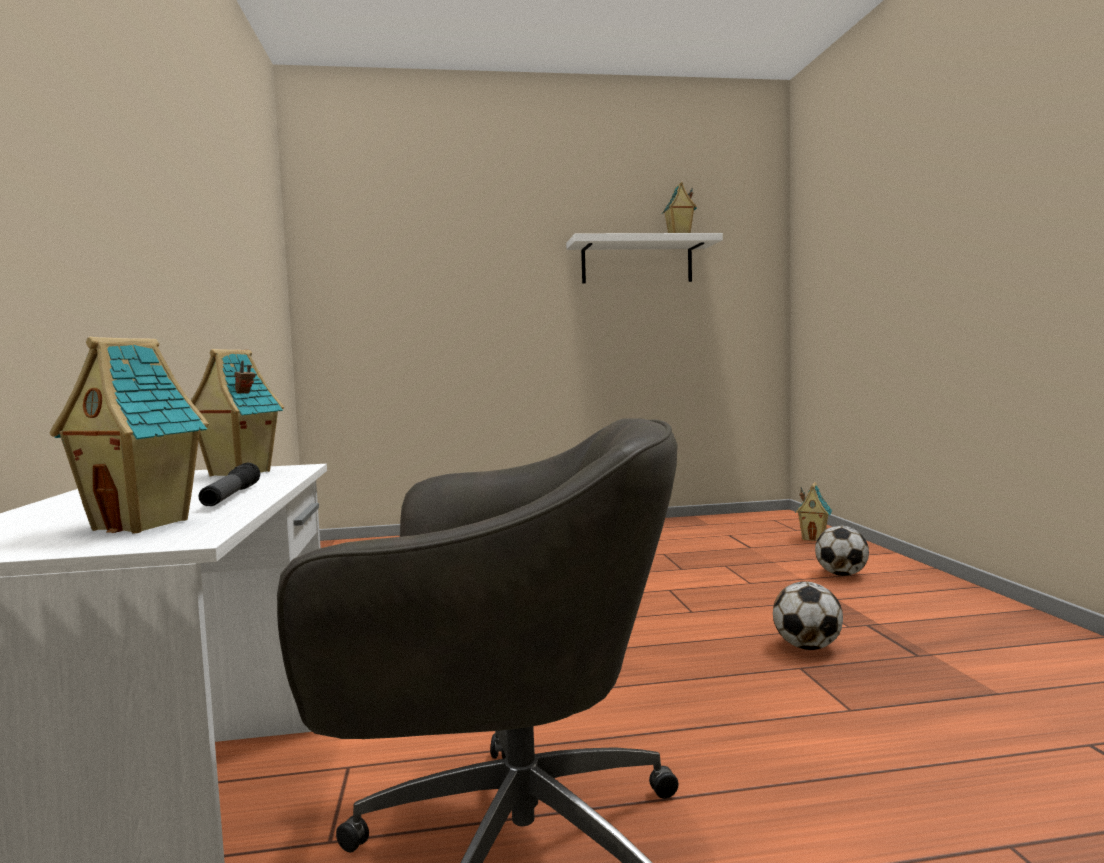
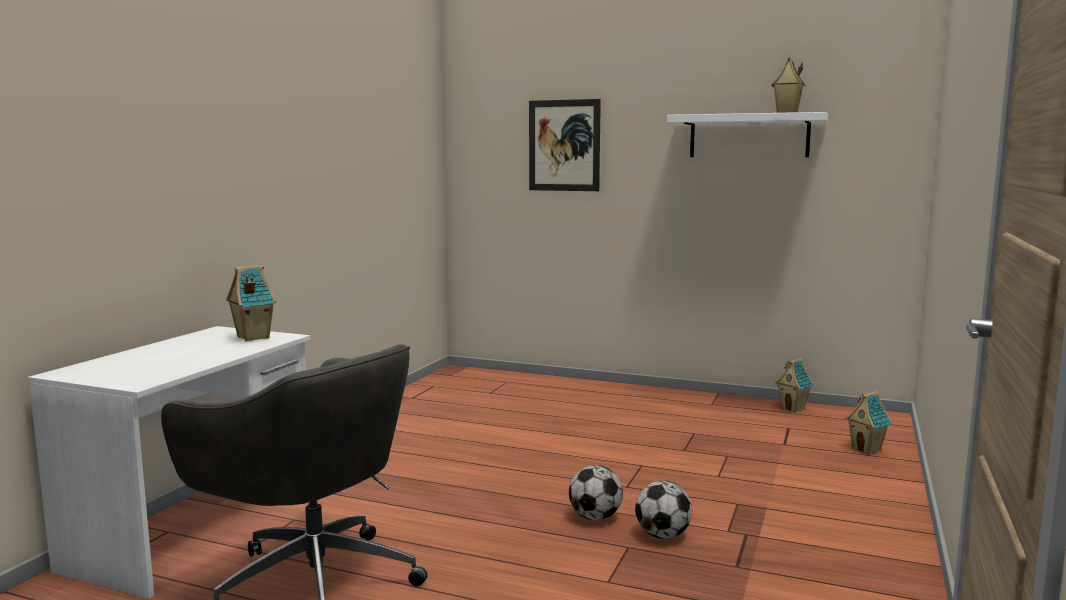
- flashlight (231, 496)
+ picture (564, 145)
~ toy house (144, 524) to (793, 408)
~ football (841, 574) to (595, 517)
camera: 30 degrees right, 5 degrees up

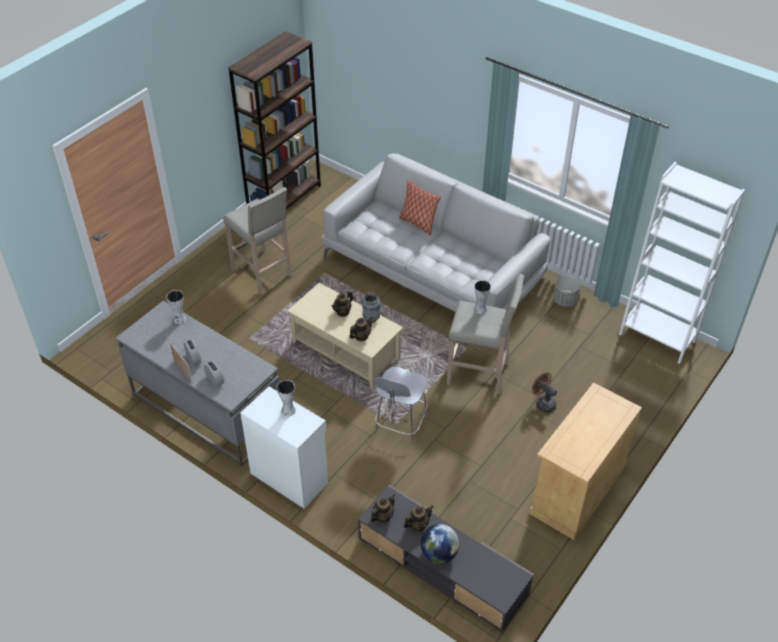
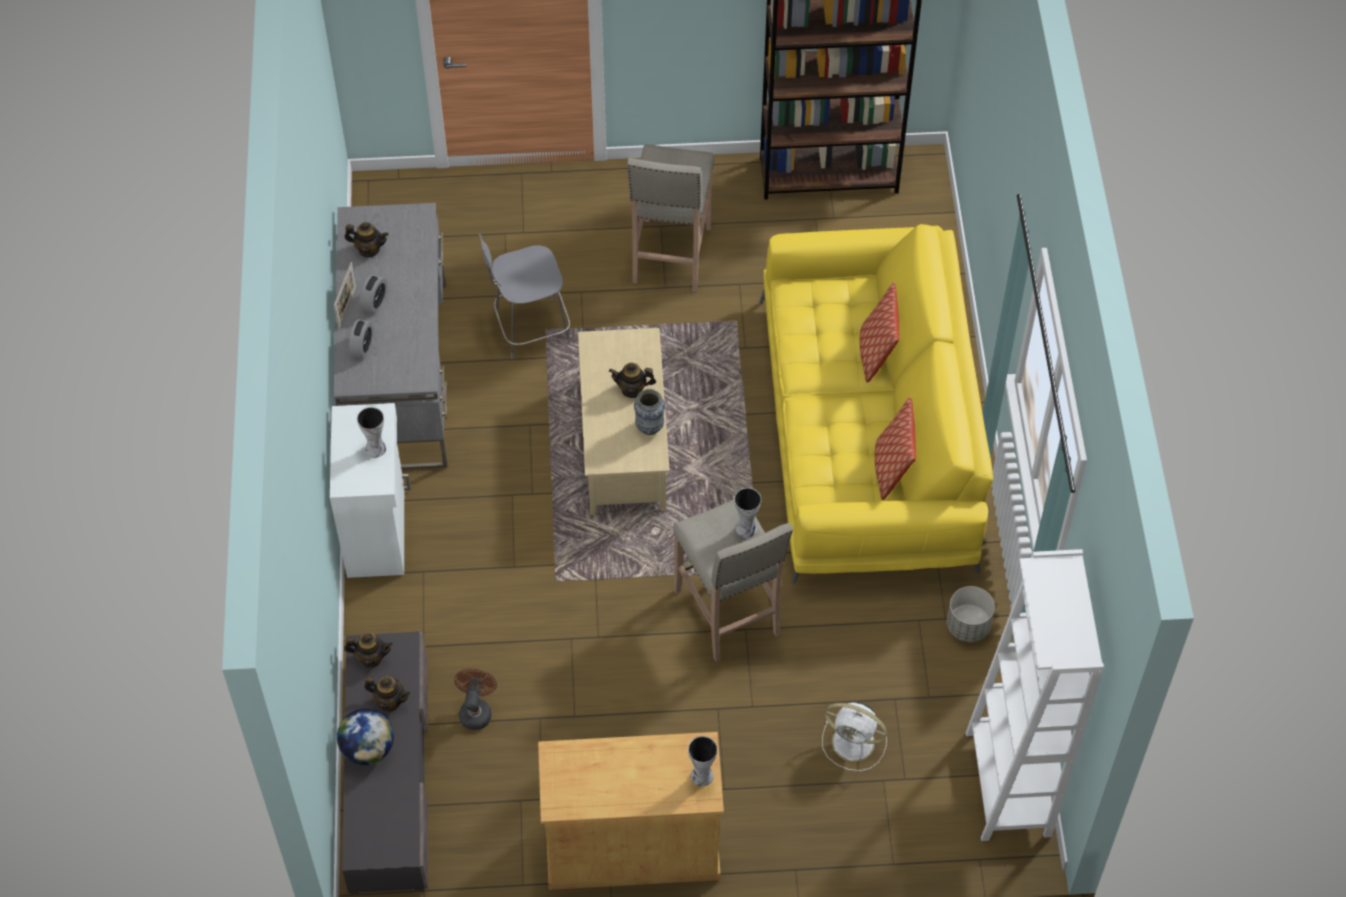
+ white fan (855, 743)
+ pillow (892, 468)
~ vase (179, 320) to (701, 776)
~ teapot (361, 336) to (369, 249)
~ grey stool (400, 425) to (529, 329)
~ brown fan (543, 403) to (476, 710)
~ grey sofa (433, 270) to yellow sofa (866, 435)
camera: 50 degrees right, 10 degrees up

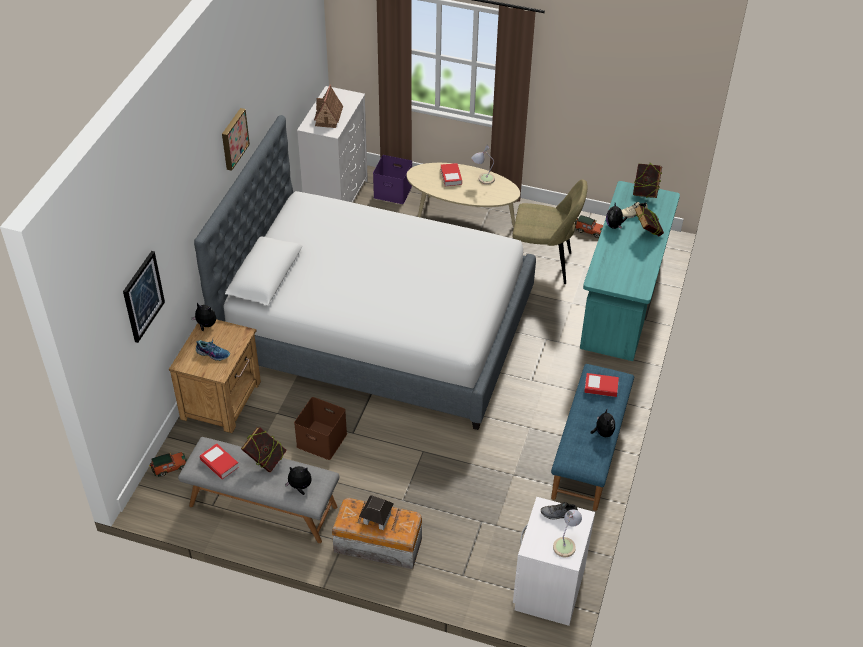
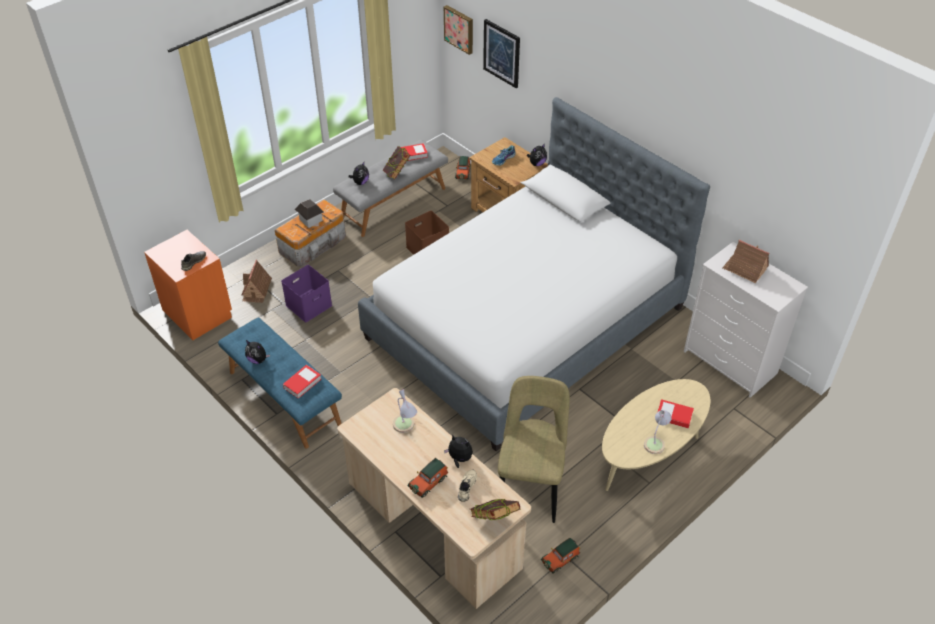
+ toy house (256, 290)
~ picture (233, 138) to (459, 29)
~ purple storage box (392, 192) to (309, 304)
~ table lamp (566, 543) to (406, 427)
~ book (646, 233) to toy car (429, 482)
~ white nightstand (548, 588) to orange nightstand (198, 313)
~ turquoise desk (623, 301) to beige desk (433, 526)
~ beige chair (543, 265) = (531, 485) 150 degrees clockwise
camera: 120 degrees right, 0 degrees up

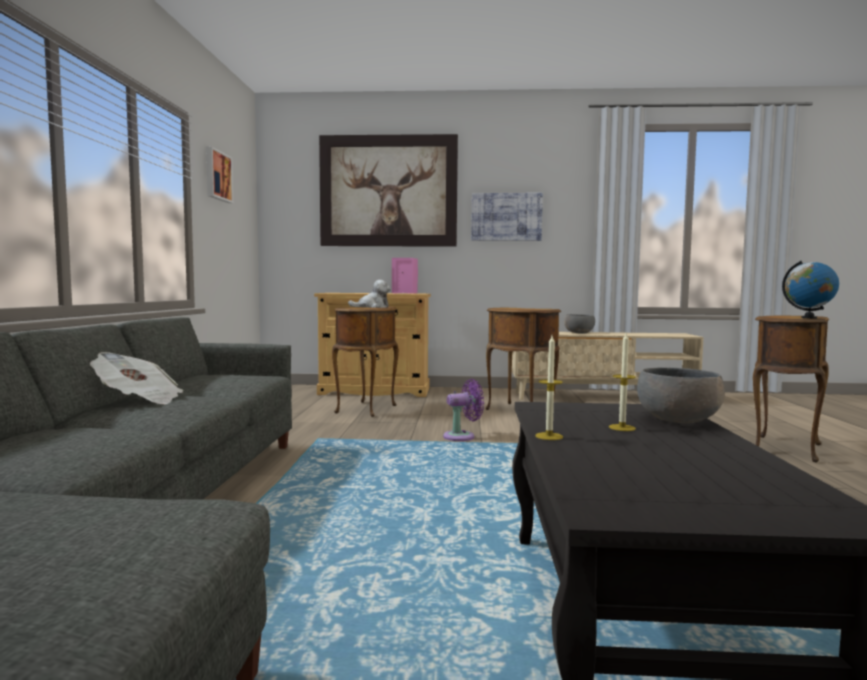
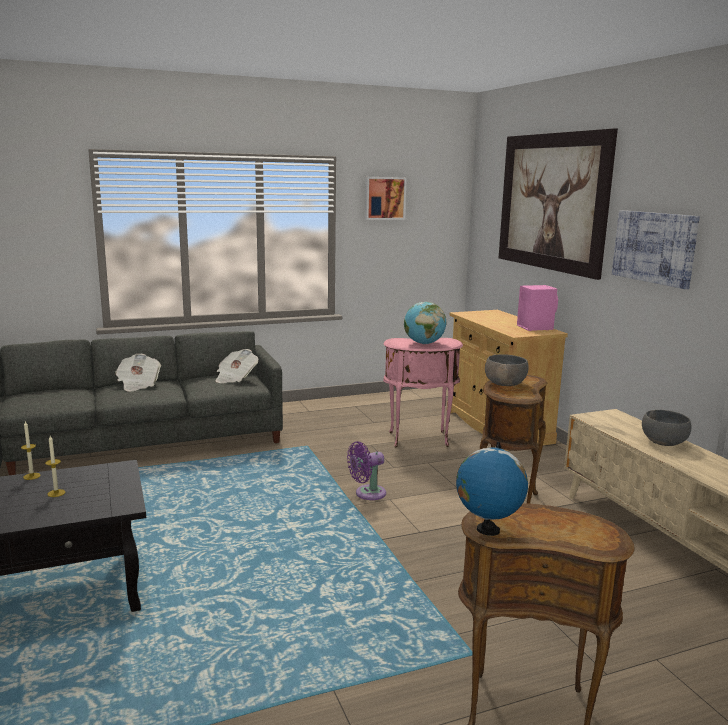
+ newspaper (235, 378)
~ grey bowl (678, 420) to (504, 384)
~ plush toy (372, 307) to globe (424, 343)
~ brown side table (368, 409) to pink side table (419, 440)
~ purple fan (462, 436) = (367, 493) 105 degrees clockwise
camera: 65 degrees right, 10 degrees up

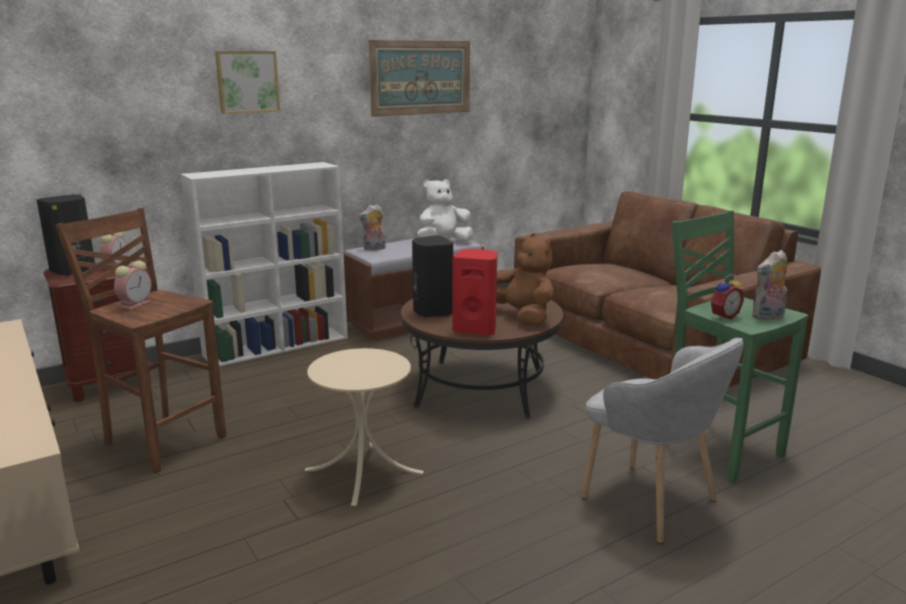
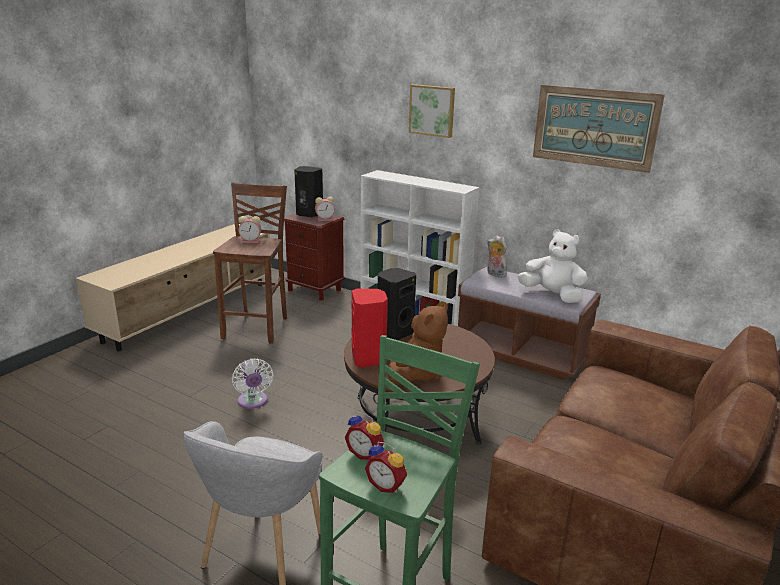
~ beige side table (363, 471) to white fan (253, 402)
~ plush toy (768, 316) to alarm clock (387, 485)
camera: 65 degrees right, 5 degrees up

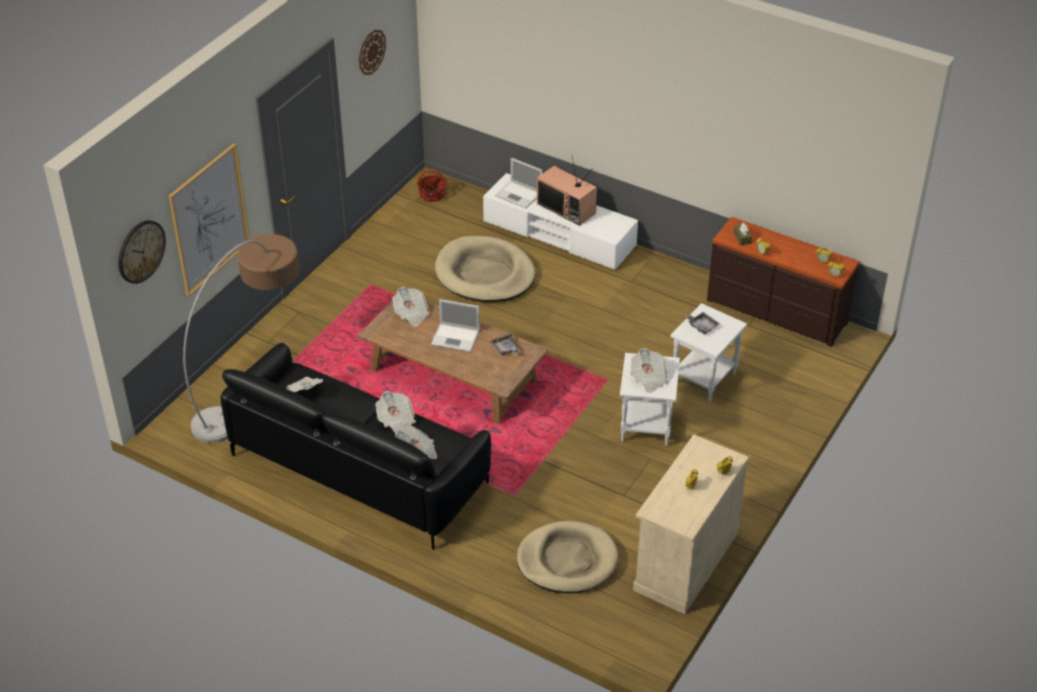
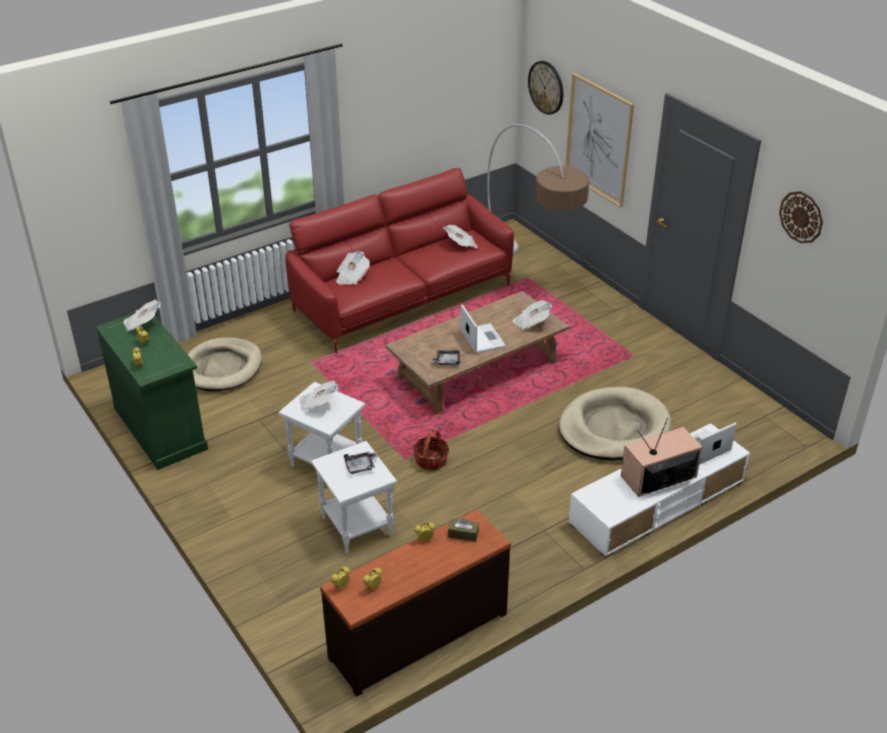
~ newspaper (396, 421) to (142, 324)
~ basket (432, 195) to (431, 460)
~ black sofa (358, 469) to red sofa (403, 298)
~ beige cabinet (685, 561) to green cabinet (160, 428)
~ laptop (456, 337) = (482, 338) 120 degrees clockwise
camera: 115 degrees right, 5 degrees down

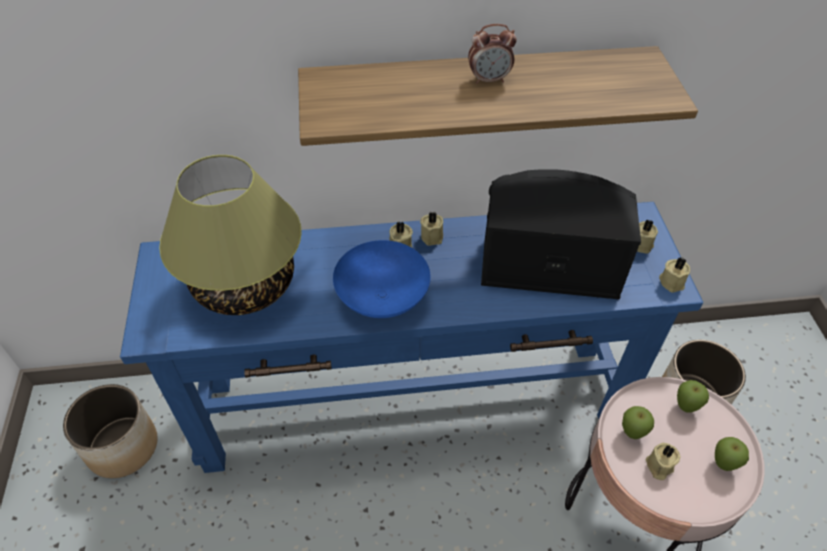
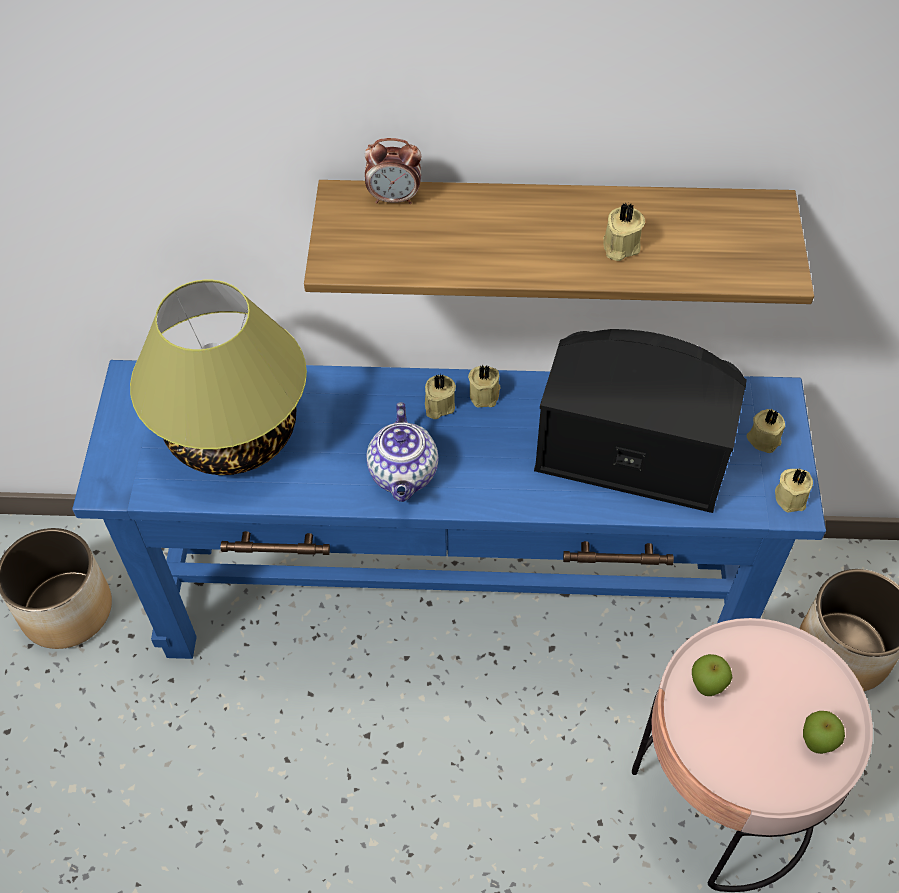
- apple (685, 407)
~ alarm clock (489, 80) to (394, 198)
~ beige candle (658, 466) to (619, 246)
~ blue bowl (383, 299) to teapot (404, 475)
camera: 10 degrees right, 5 degrees up

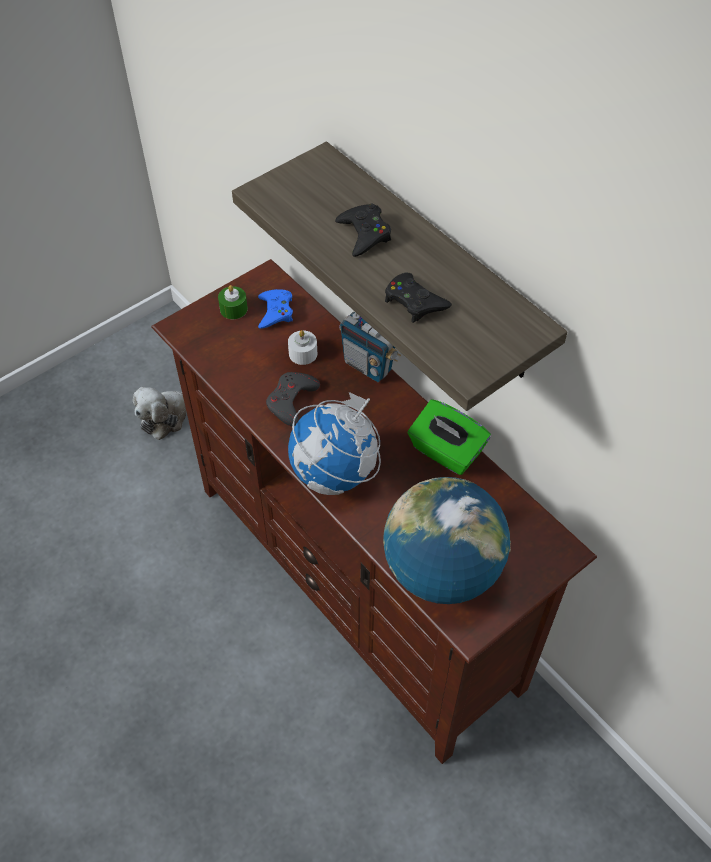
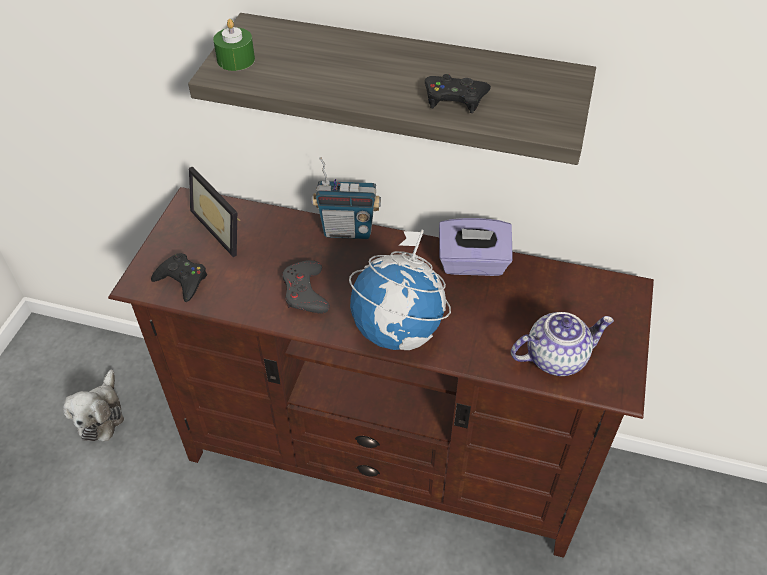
- white candle (303, 353)
~ green candle (233, 309) to (236, 59)
~ black game controller (364, 234) to (182, 280)
~ blue game controller (275, 312) to picture frame (224, 227)
~ globe (441, 570) to teapot (556, 357)
~ green tissue box (446, 451) to purple tissue box (473, 264)
camera: 35 degrees left, 5 degrees down

